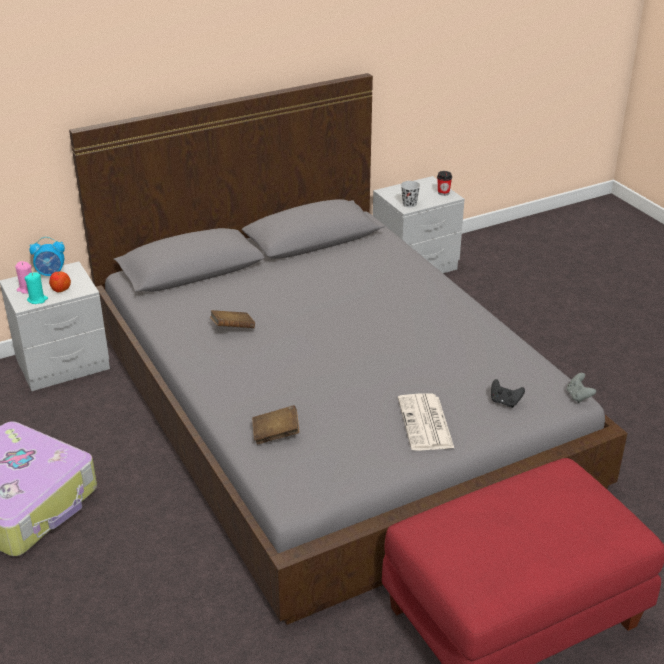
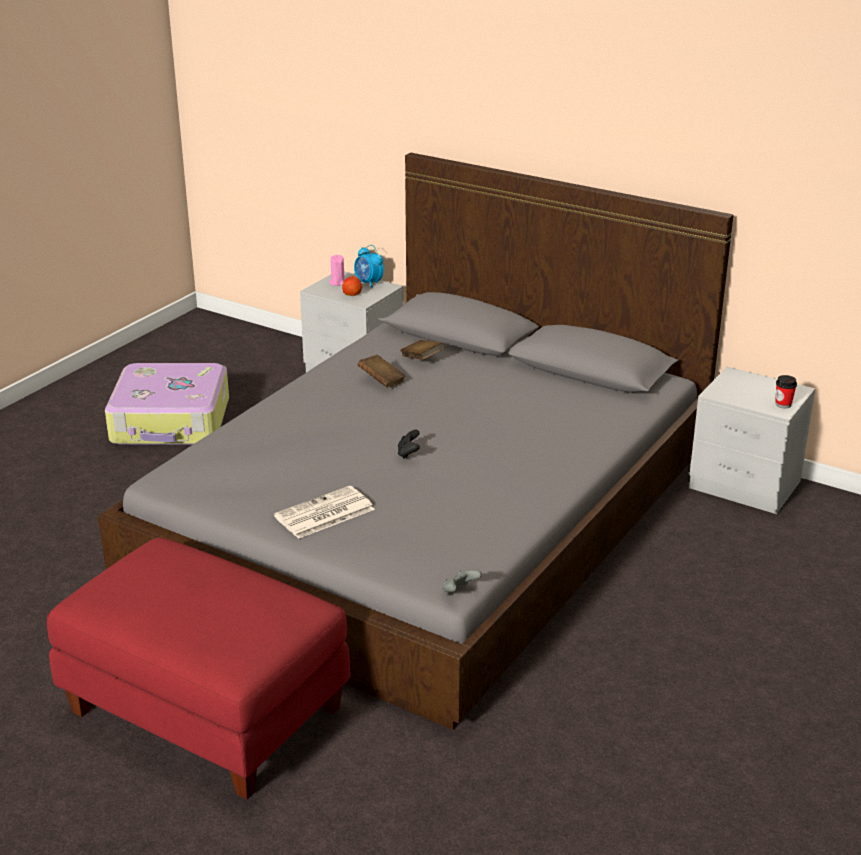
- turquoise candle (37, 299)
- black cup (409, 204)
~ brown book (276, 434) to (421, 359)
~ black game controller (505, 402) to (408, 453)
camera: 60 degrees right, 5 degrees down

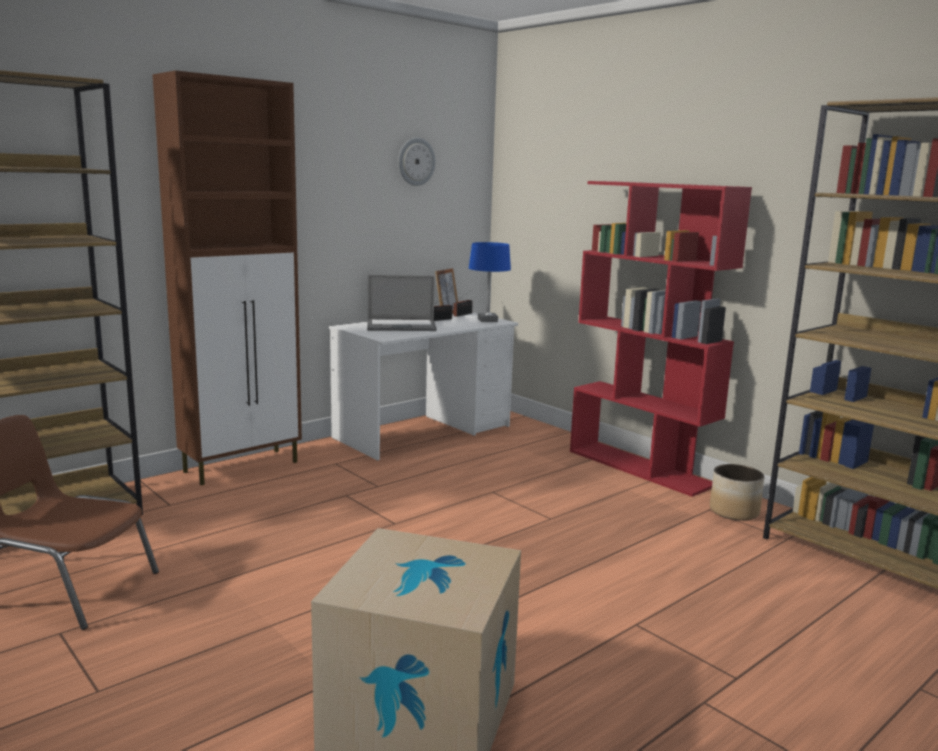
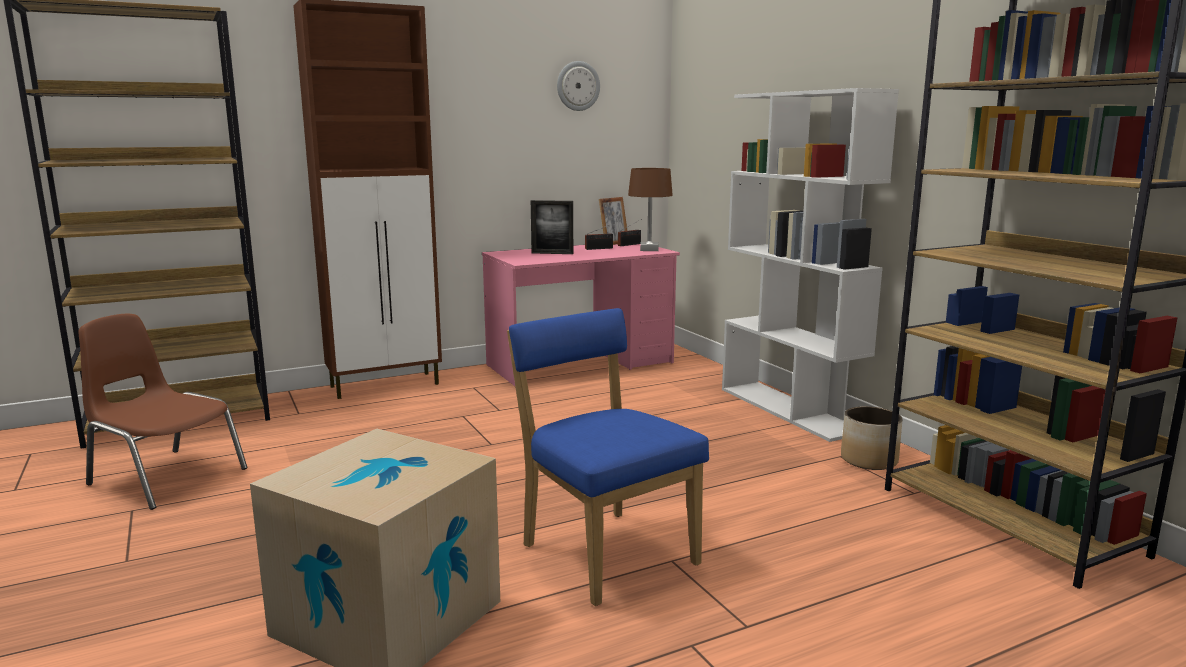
+ blue chair (604, 551)
~ laptop (401, 326) to picture frame (552, 253)
~ white desk (424, 432) to pink desk (580, 364)
~ blue table lamp (487, 320) to brown table lamp (649, 249)
~ red bookcase (640, 468) to white bookcase (790, 410)
camera: 15 degrees right, 0 degrees up

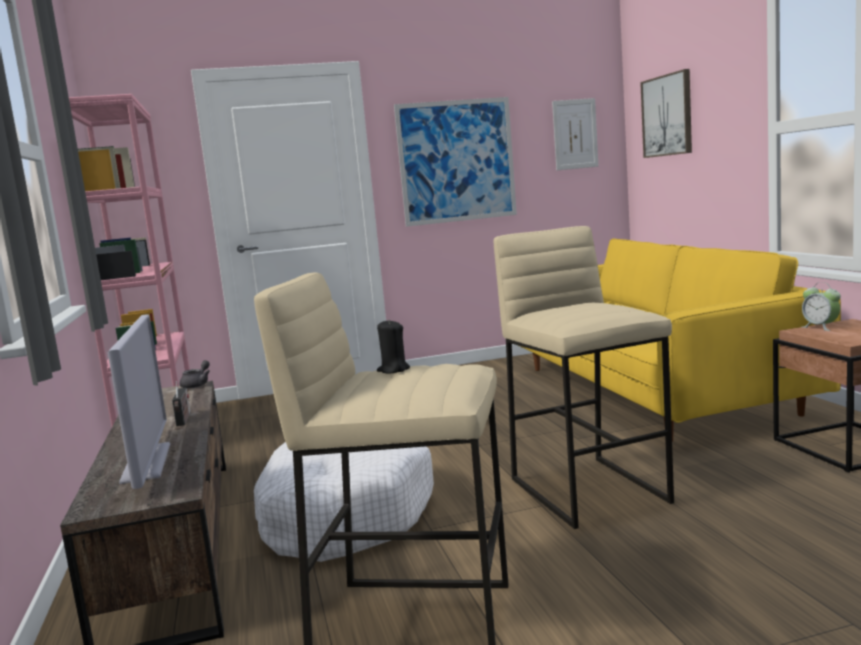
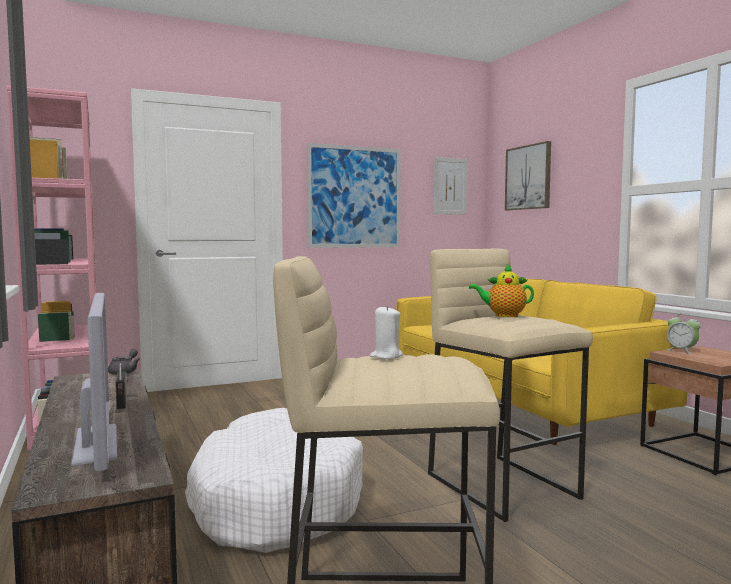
+ teapot (503, 315)
~ black candle (393, 370) to white candle (386, 356)
camera: 10 degrees left, 5 degrees down

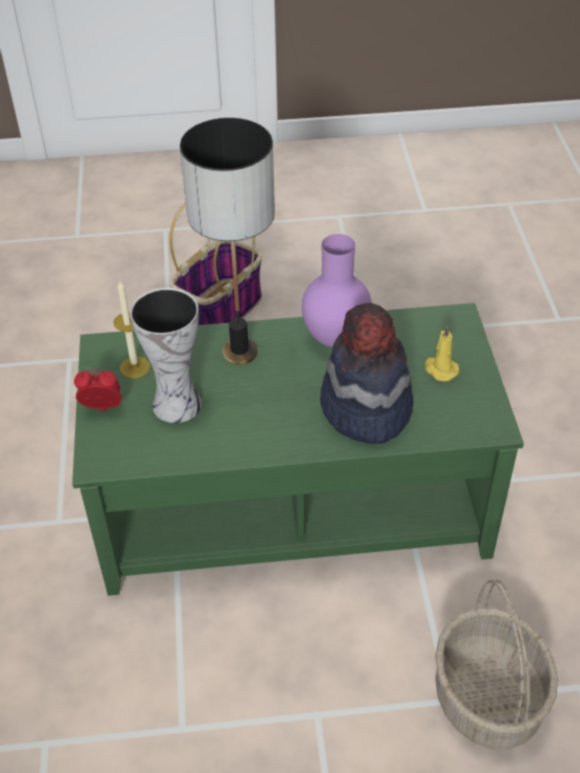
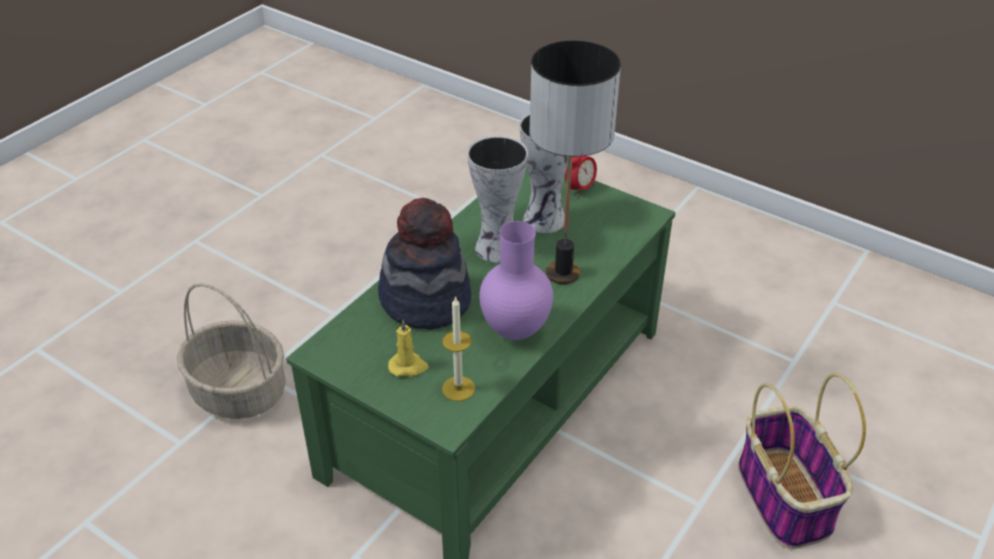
+ vase (495, 249)
~ candle (135, 367) to (458, 388)
camera: 130 degrees right, 5 degrees down

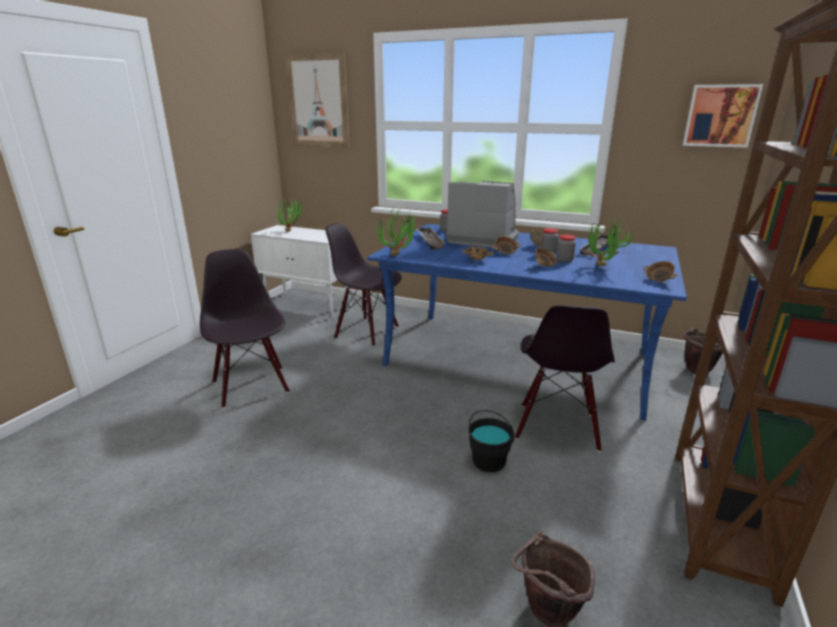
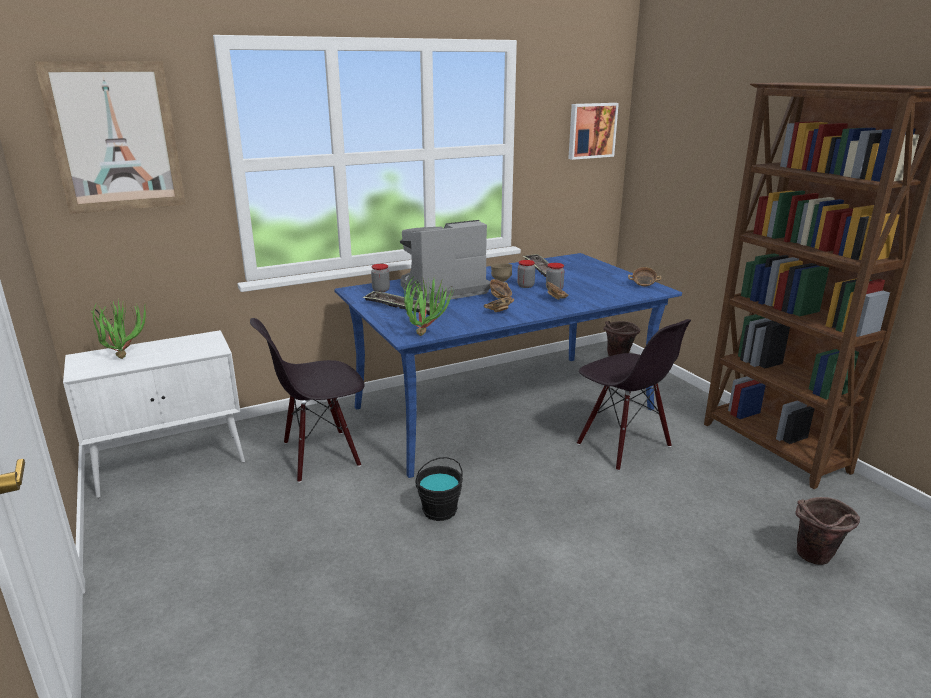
- black chair (252, 386)
- potted plant (603, 268)
~ black bucket (489, 461) to (439, 510)
camera: 50 degrees left, 0 degrees up

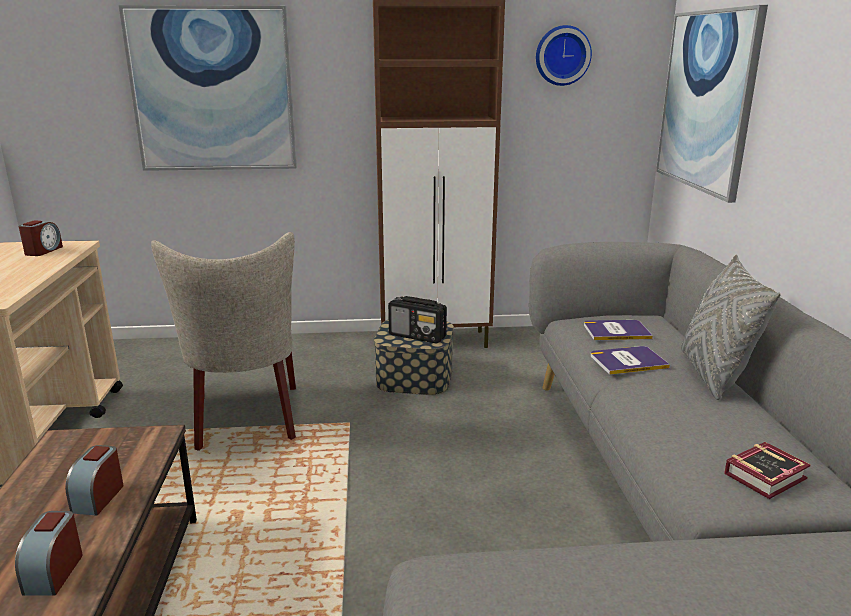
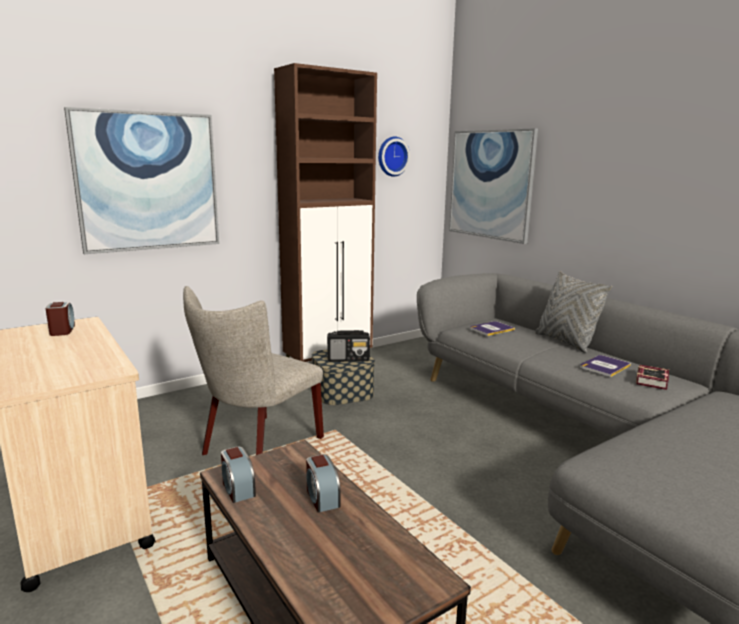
~ alarm clock (54, 572) to (238, 489)
~ book (628, 361) to (604, 366)
~ beige chair (247, 421) = (257, 448) 75 degrees clockwise
camera: 30 degrees left, 5 degrees down

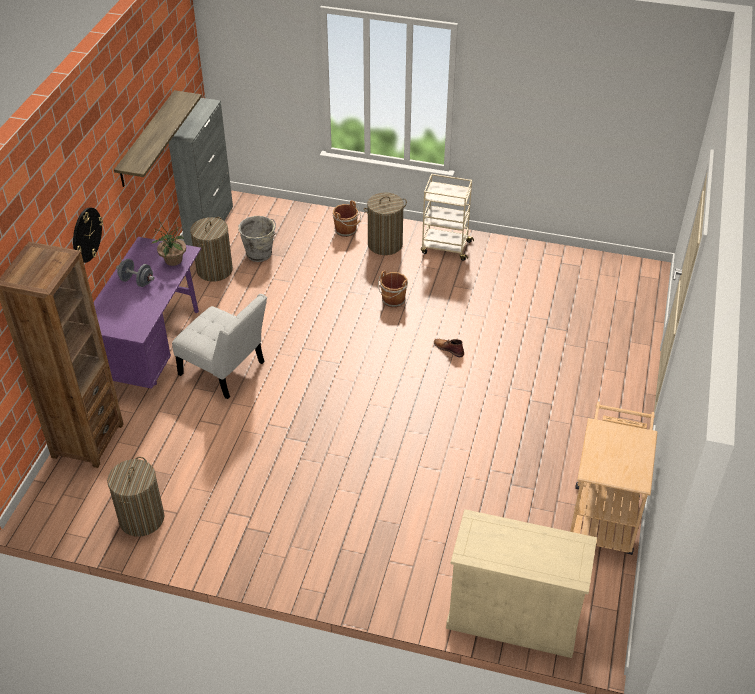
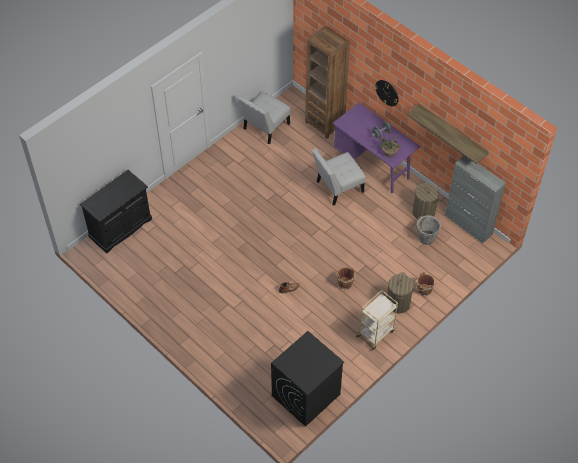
- beige cart (603, 512)
+ black washing machine (306, 395)
~ laundry basket (141, 518) to white chair (264, 128)
~ beige cabinet (513, 617) to black cabinet (120, 228)
camera: 120 degrees right, 10 degrees up

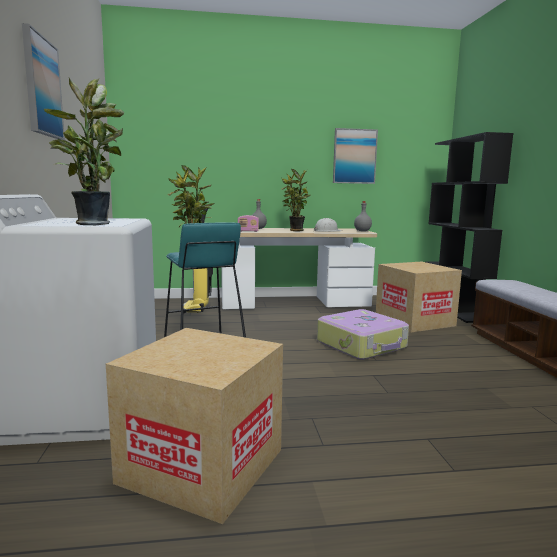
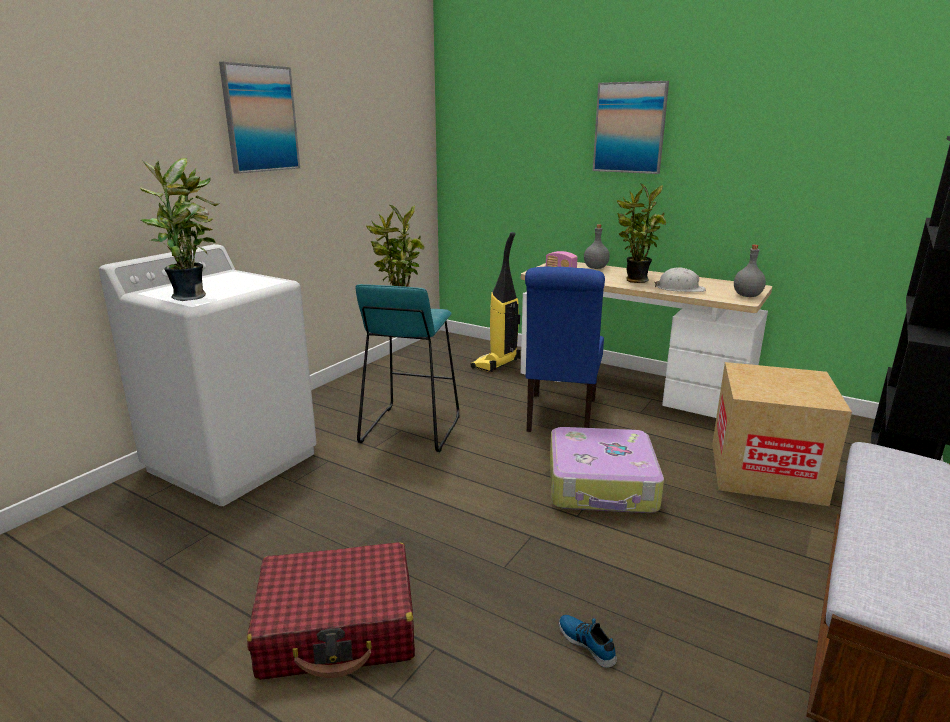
- cardboard box (202, 466)
+ red suitcase (338, 627)
+ blue chair (560, 417)
+ shoe (587, 643)
~ picture (354, 156) to (629, 128)
camera: 40 degrees right, 10 degrees up

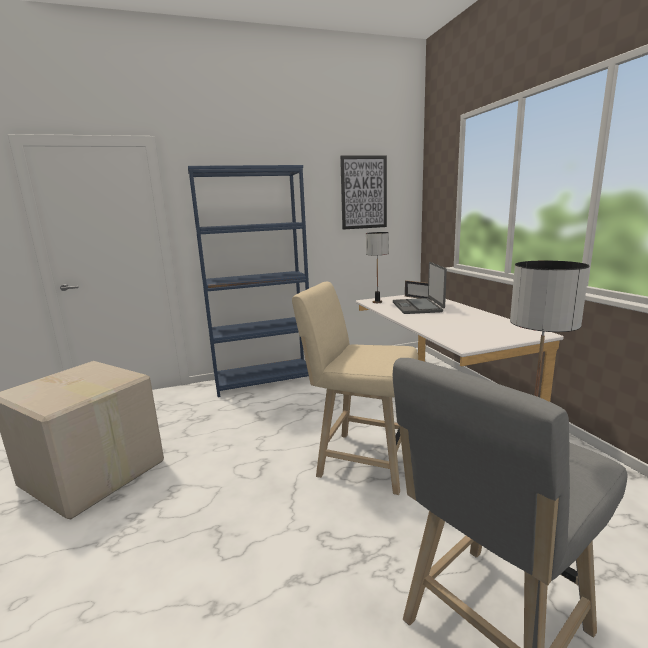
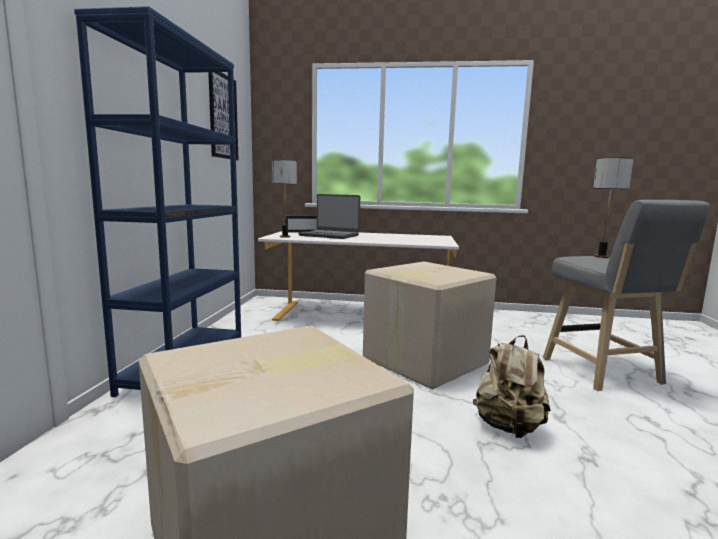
+ beige backpack (509, 427)
~ beige stool (361, 460) to cardboard box (423, 361)
camera: 65 degrees left, 5 degrees down

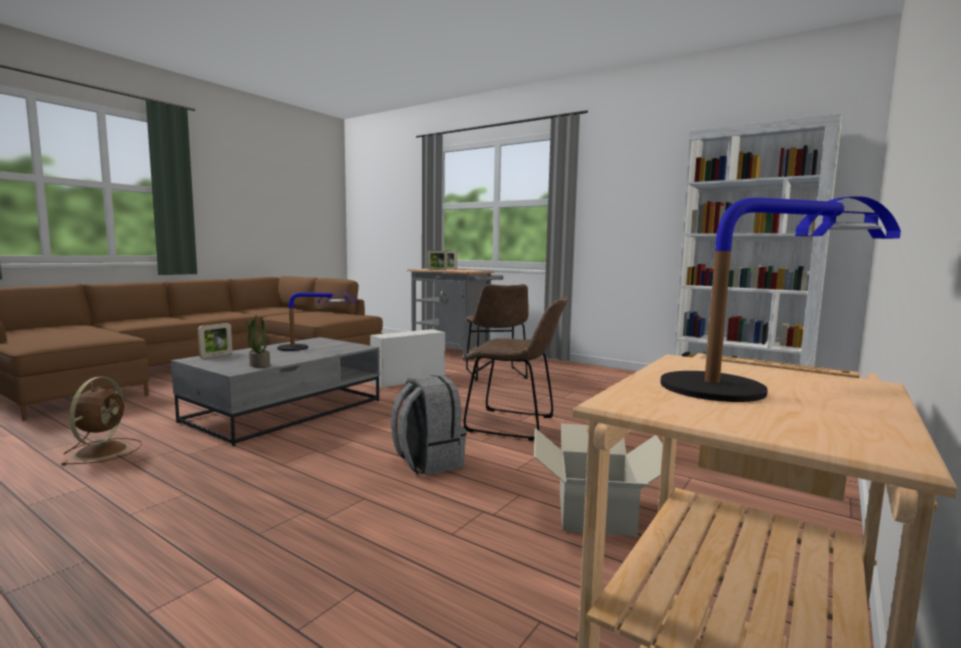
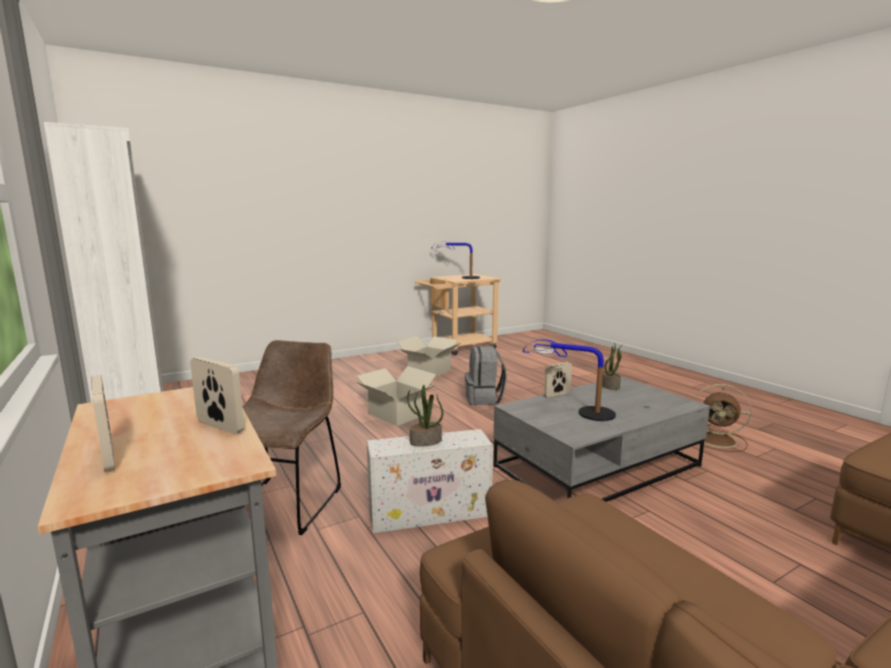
+ potted plant (425, 442)
~ picture frame (216, 355) to (557, 395)
~ brown chair (515, 425) to cardboard box (397, 414)
~ brown fan (103, 450) = (719, 440) 90 degrees counterclockwise
camera: 155 degrees left, 5 degrees up

